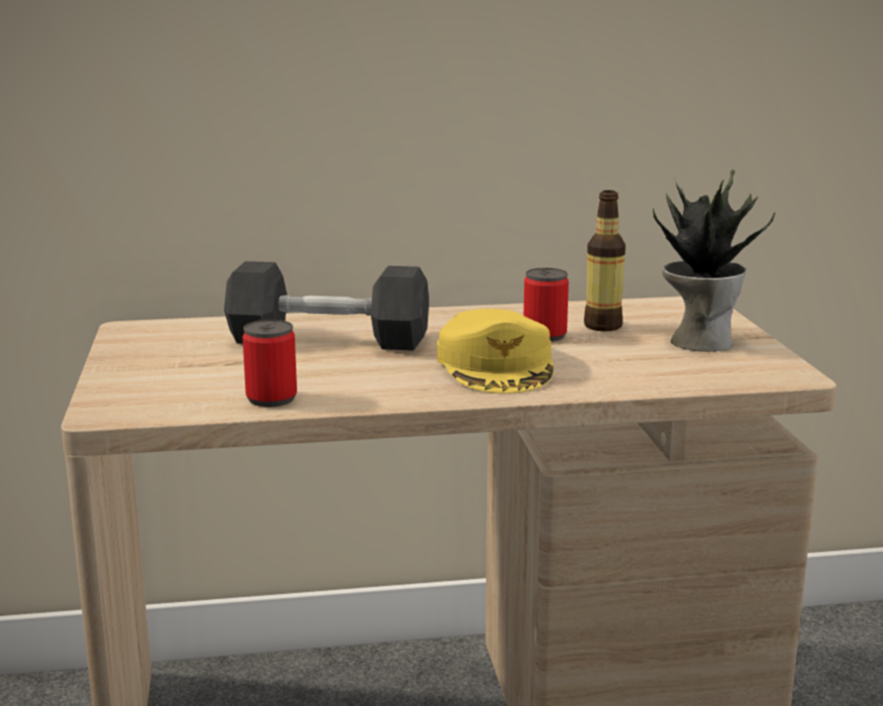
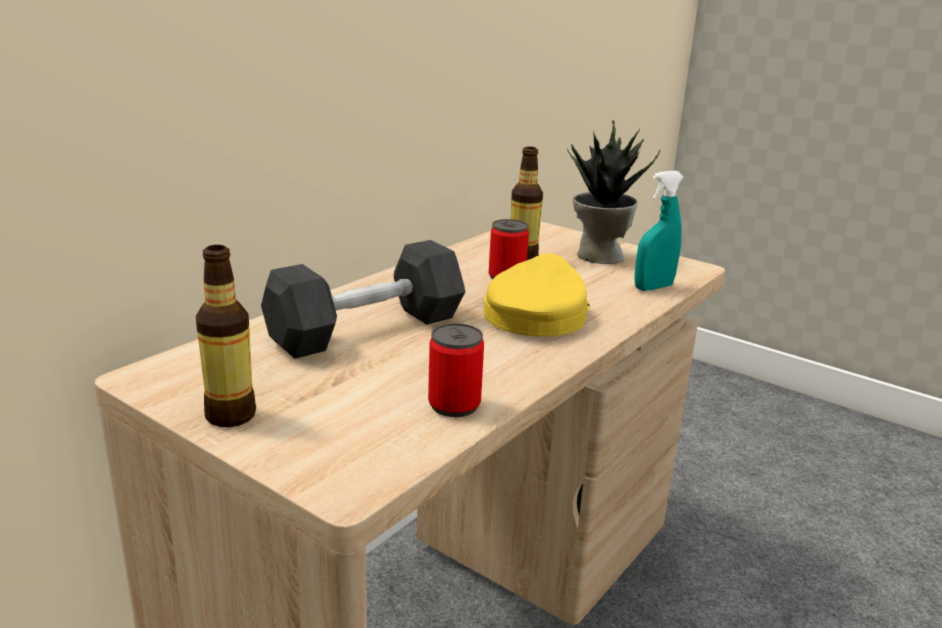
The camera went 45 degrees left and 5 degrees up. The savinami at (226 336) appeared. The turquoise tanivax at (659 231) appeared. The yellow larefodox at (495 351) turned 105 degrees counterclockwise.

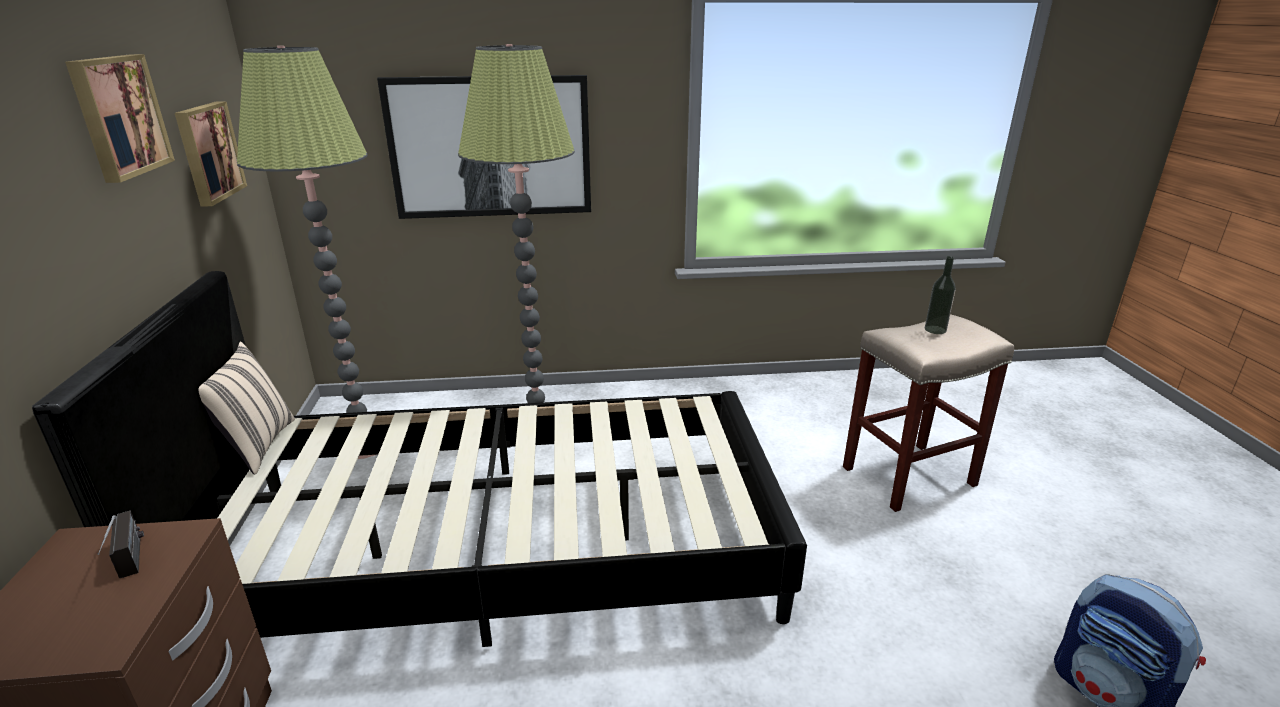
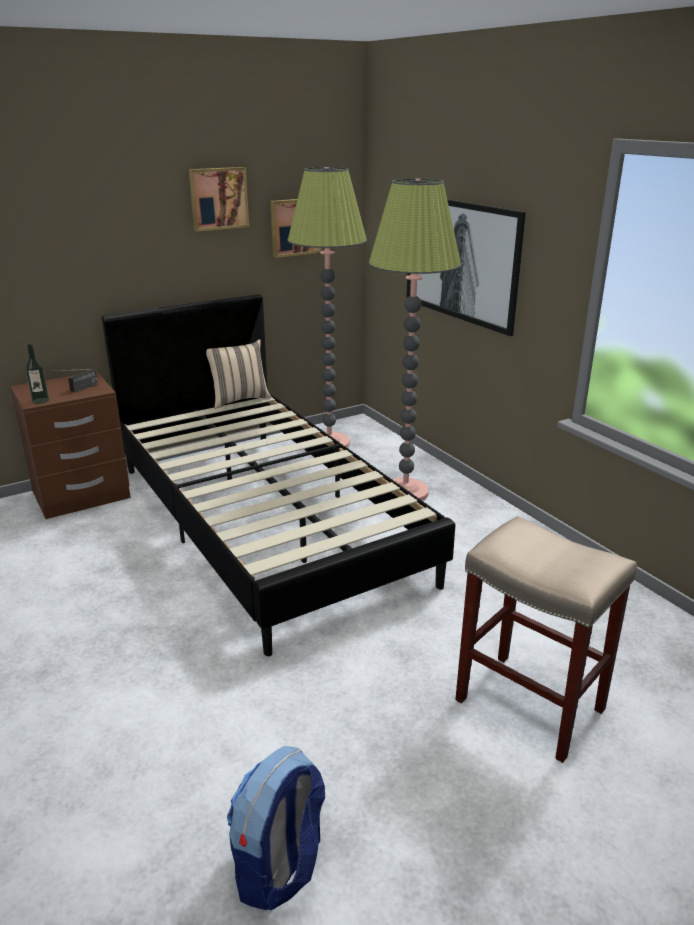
The camera went 65 degrees right and 0 degrees up. The savinami moved from (940 295) to (37 374).

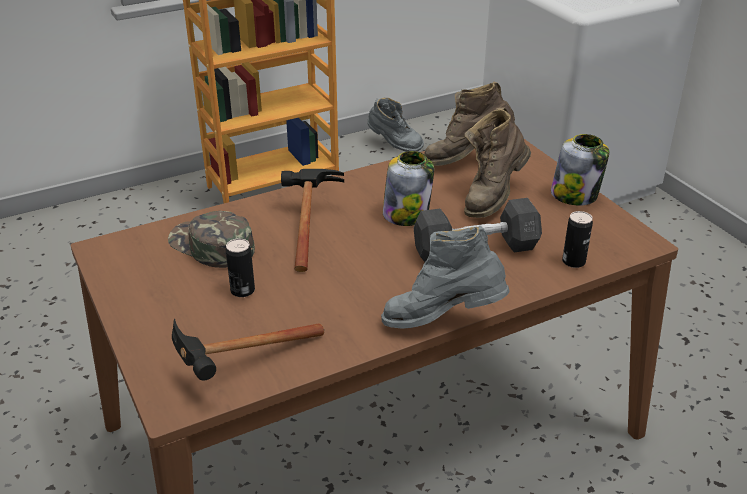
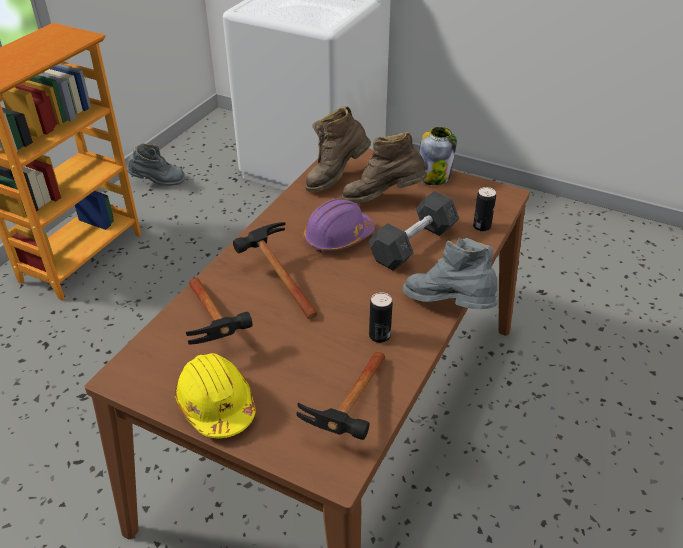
The camera went 35 degrees left and 5 degrees up. The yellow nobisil at (214 395) appeared. The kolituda moved from (240 267) to (381 317). The green larefodox at (211 239) was replaced by the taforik at (219 311). The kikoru at (408 188) was replaced by the purple nobisil at (339 225). The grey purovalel at (445 277) turned 75 degrees clockwise. The brown purovalel at (497 162) turned 90 degrees clockwise.

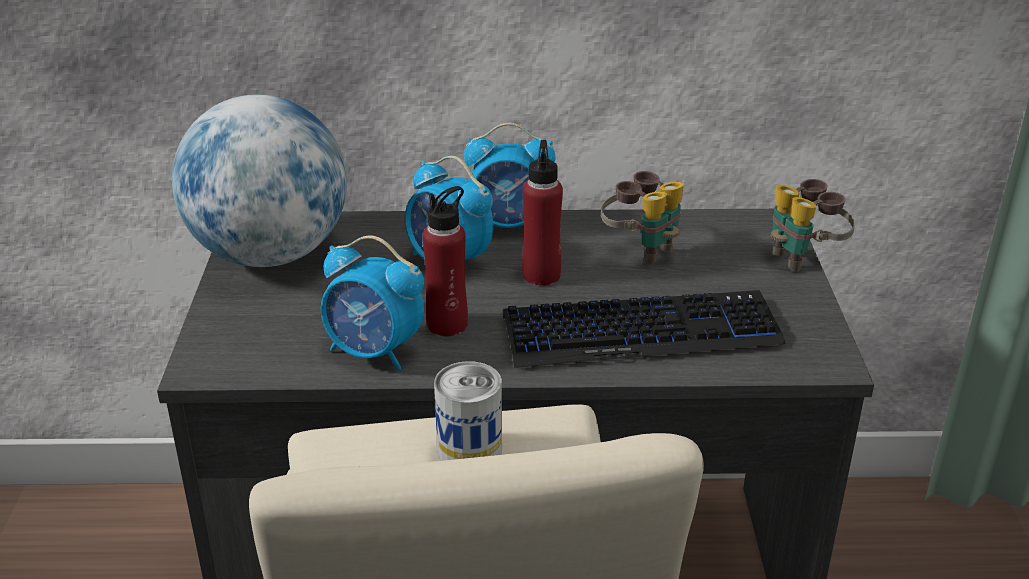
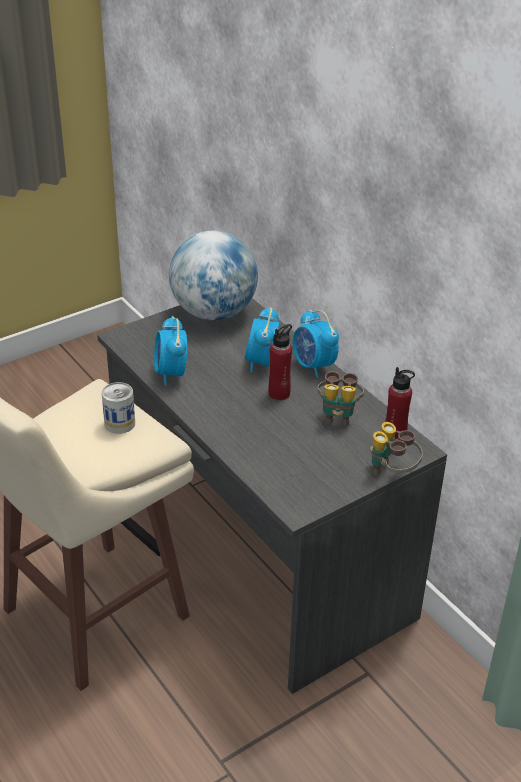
The camera went 55 degrees right and 5 degrees up. The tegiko at (644 329) disappeared. The red savinami moved from (445 261) to (400 403).

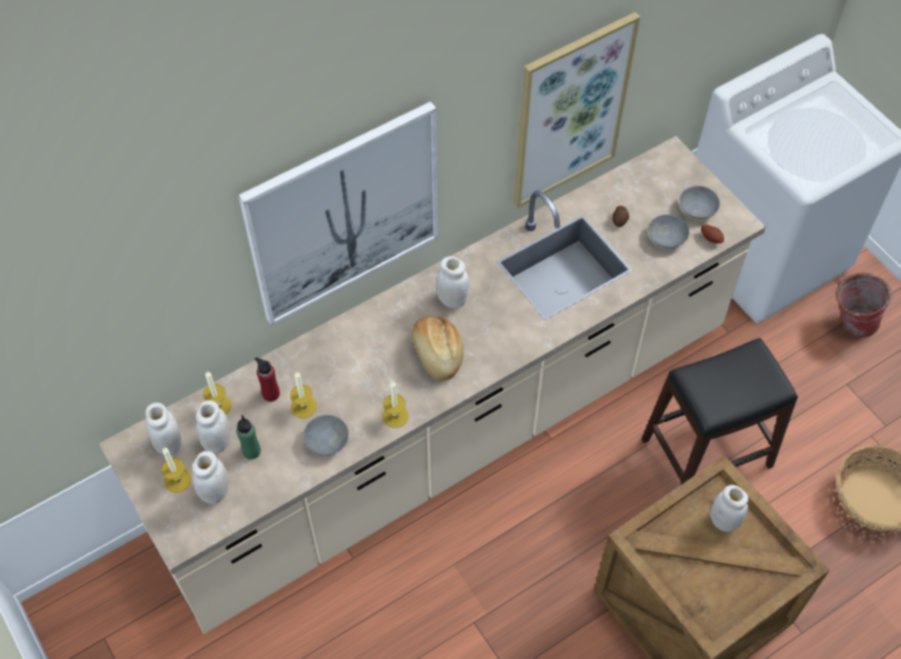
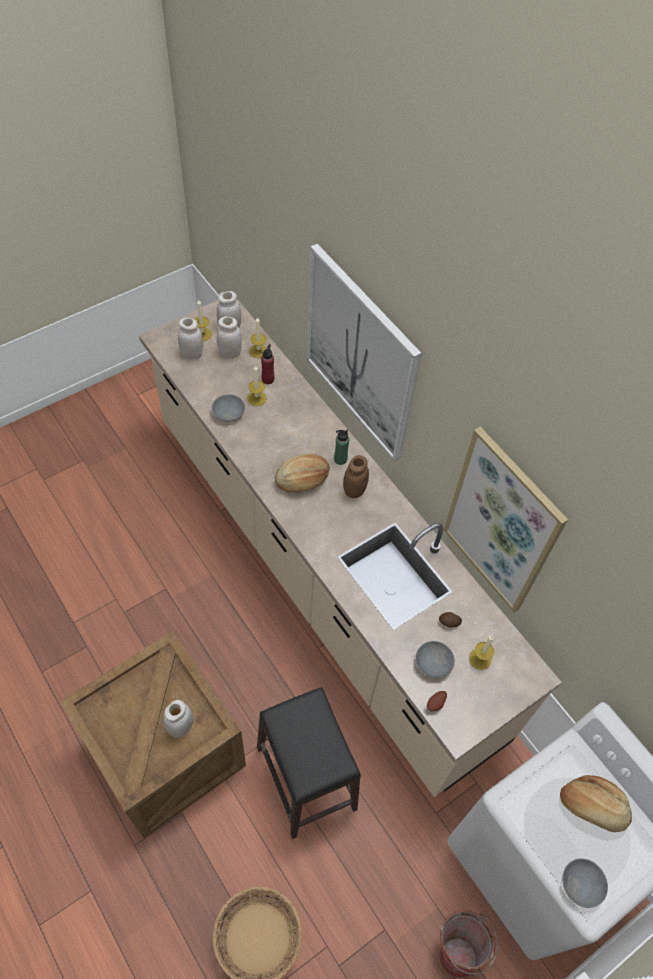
The camera went 85 degrees right and 0 degrees up. The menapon at (596 803) appeared. The green savinami moved from (248 437) to (341 447). The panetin moved from (395 404) to (481 652). The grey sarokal moved from (699 202) to (585 883). The white kikoru at (452 282) became the brown kikoru at (356 476).

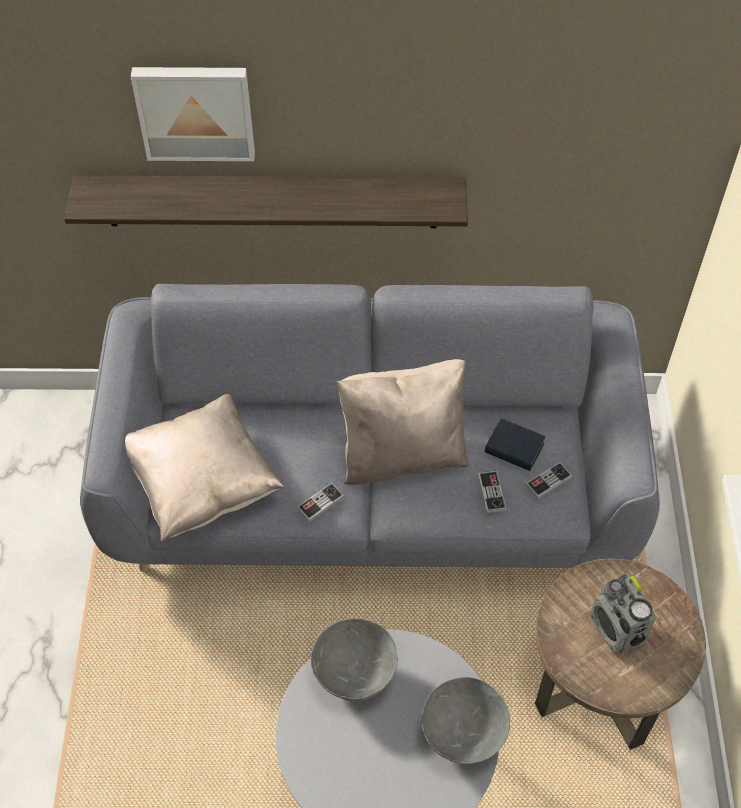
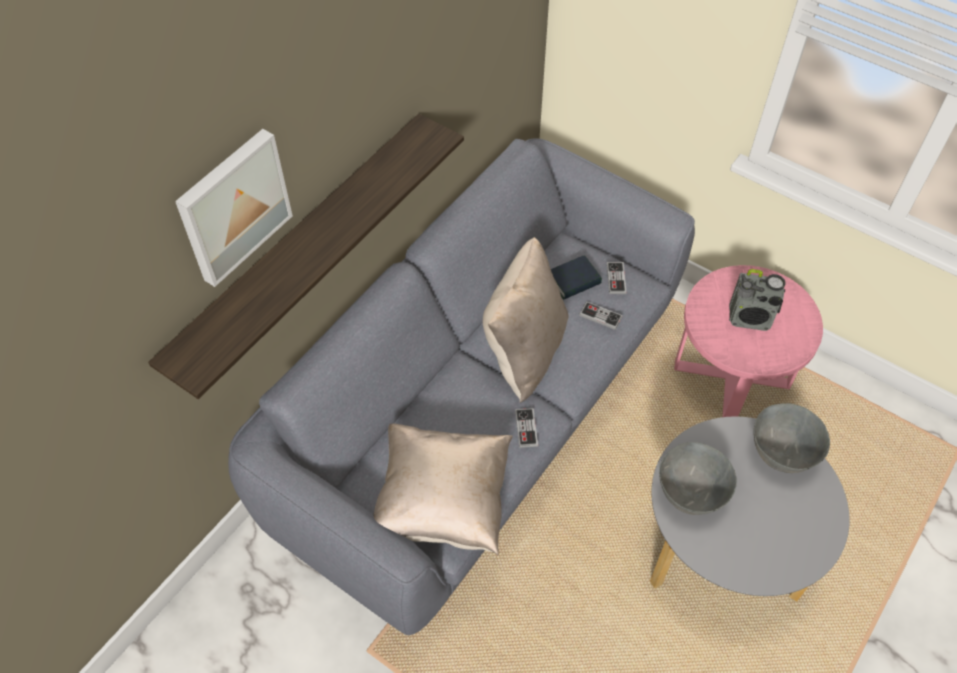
The camera went 55 degrees left and 0 degrees up. The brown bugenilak at (620 654) became the pink bugenilak at (748 341).

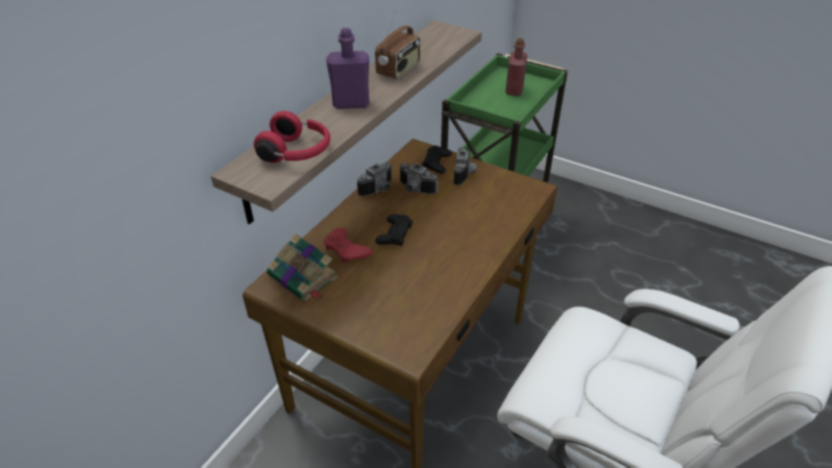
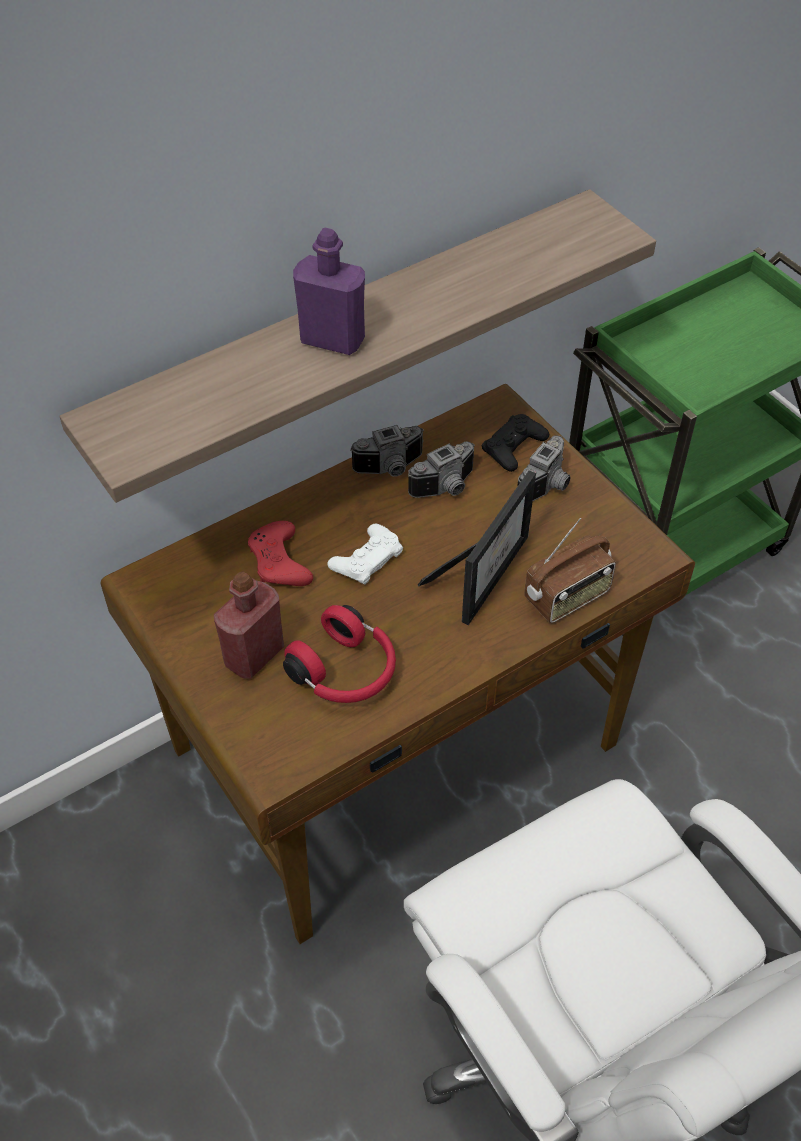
The camera went 25 degrees right and 10 degrees up. The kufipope at (302 267) disappeared. The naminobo at (477 548) appeared. The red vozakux moved from (292 137) to (339 654). The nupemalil moved from (397 44) to (570 570). The red savinami moved from (516 67) to (249 625). The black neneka at (394 230) became the white neneka at (365 554). The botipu at (418 178) turned 90 degrees counterclockwise.

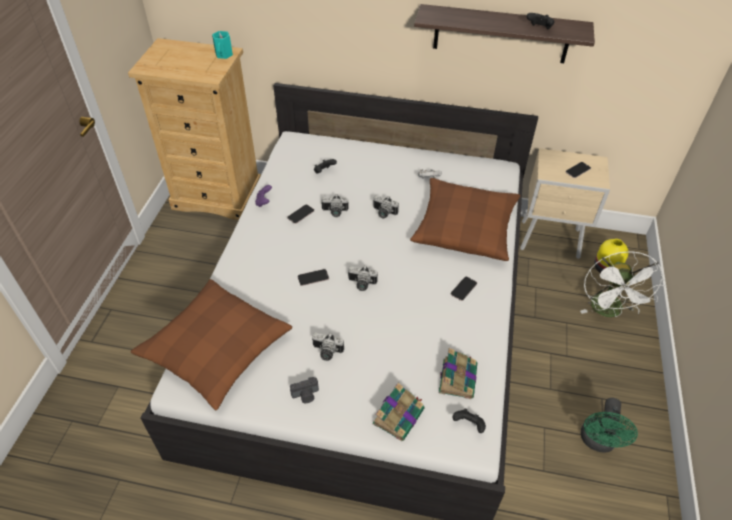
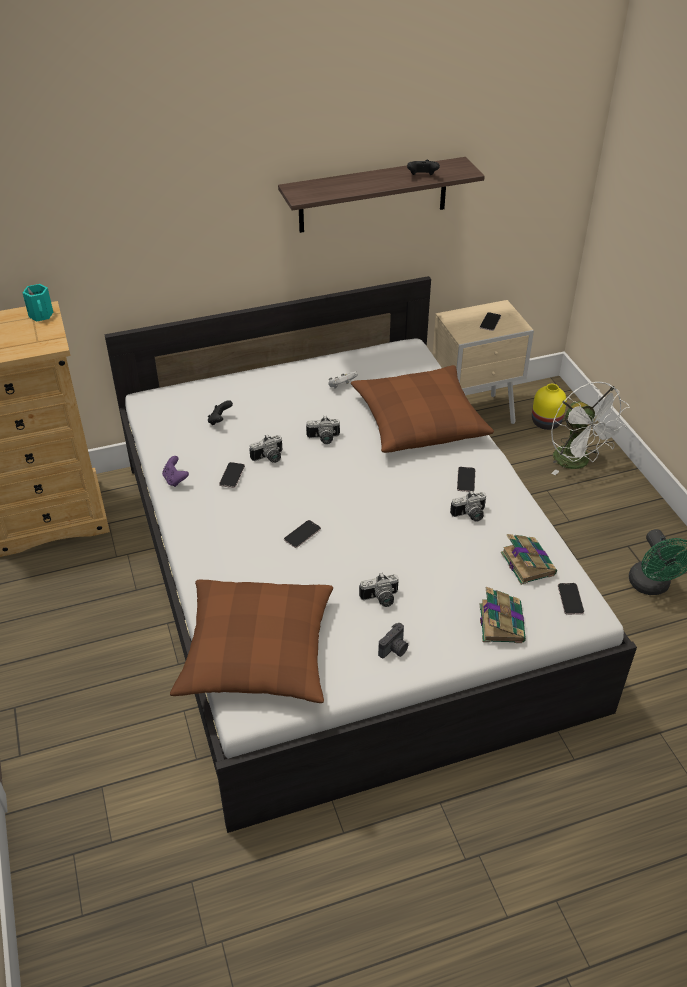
The camera went 30 degrees left and 5 degrees down. The botipu moved from (363 278) to (468 506). The black neneka at (469 420) was replaced by the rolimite at (571 599).

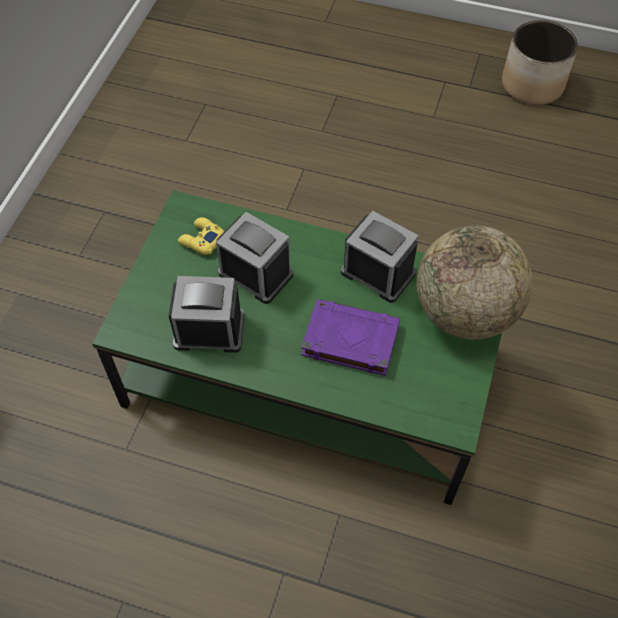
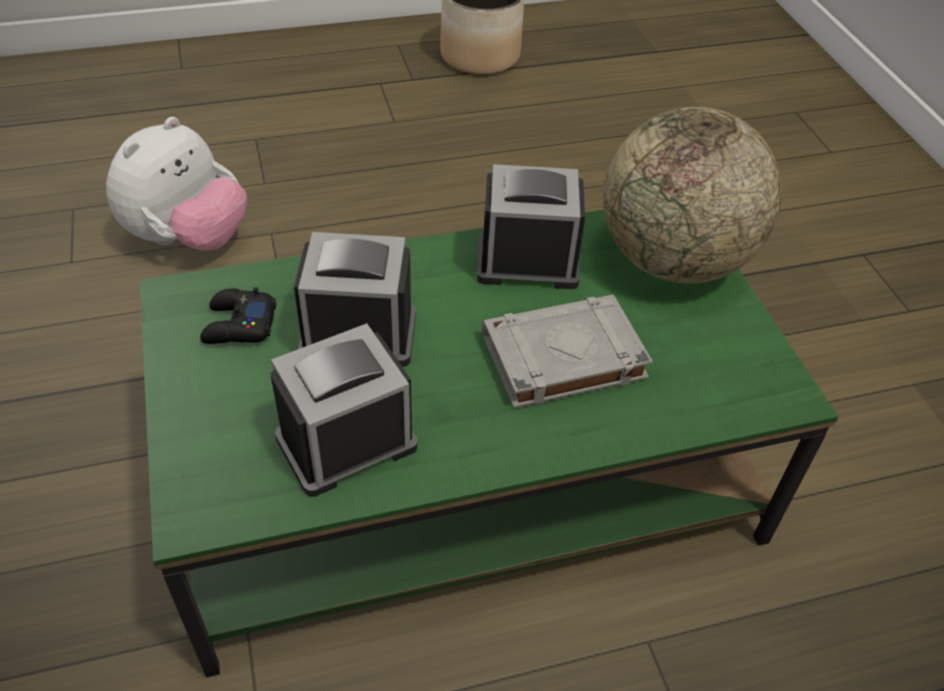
The camera went 35 degrees left and 10 degrees down. The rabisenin at (176 184) appeared. The yellow neneka at (201 236) became the black neneka at (238 315). The purple kufipope at (350 337) became the grey kufipope at (567 351).

